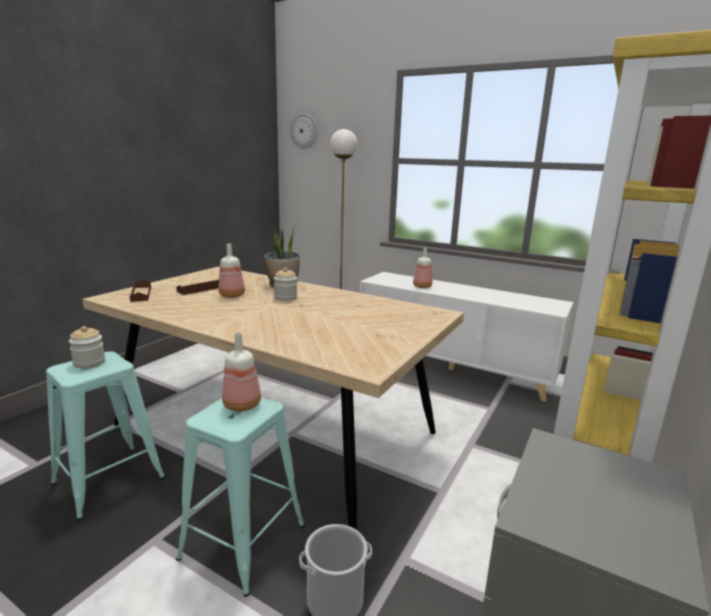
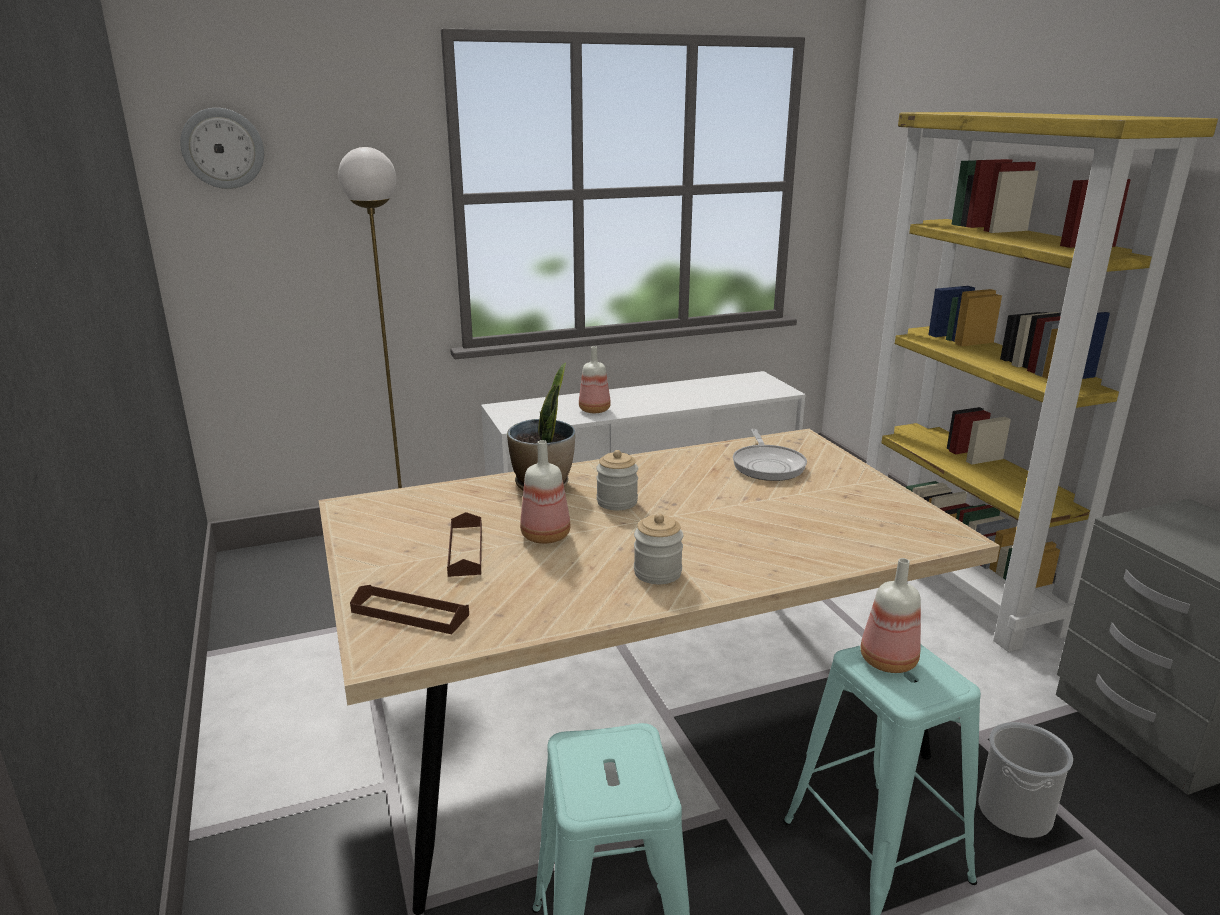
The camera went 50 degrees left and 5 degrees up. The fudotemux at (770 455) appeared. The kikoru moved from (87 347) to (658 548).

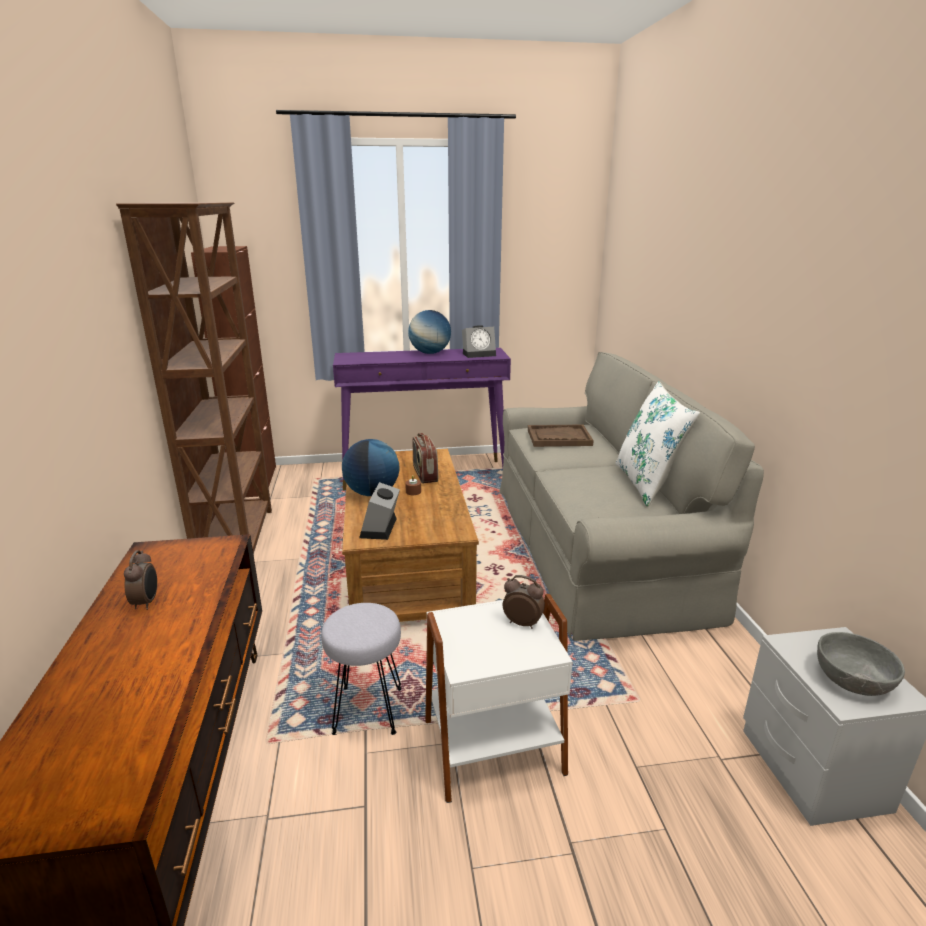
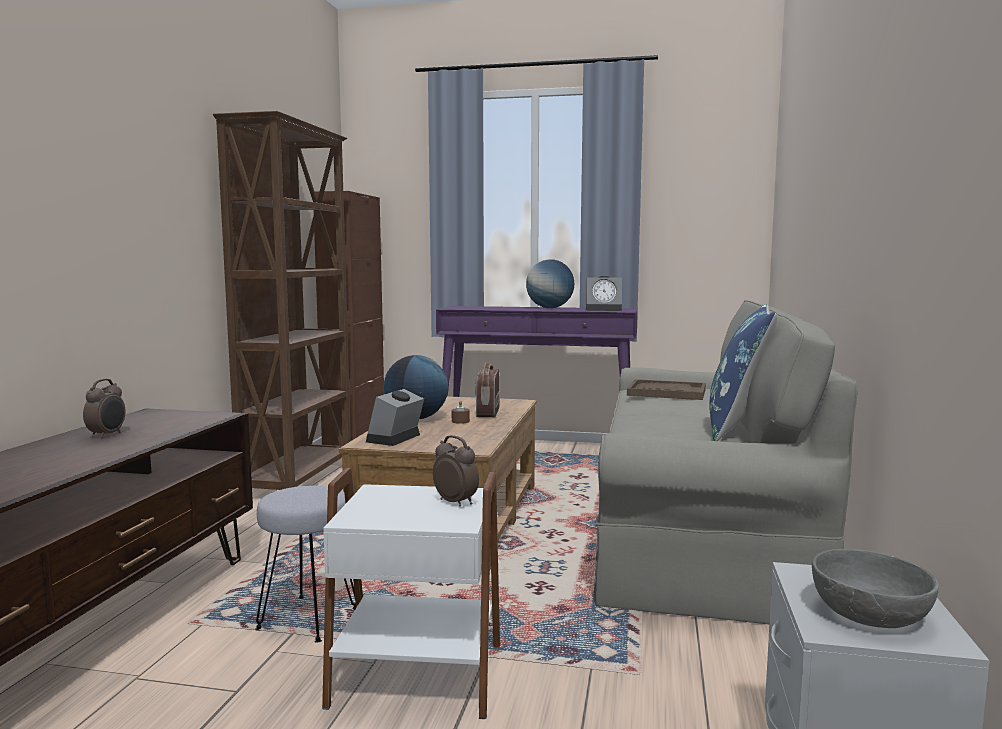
The camera went 20 degrees right and 15 degrees down. The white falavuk at (658 444) became the blue falavuk at (743 372).

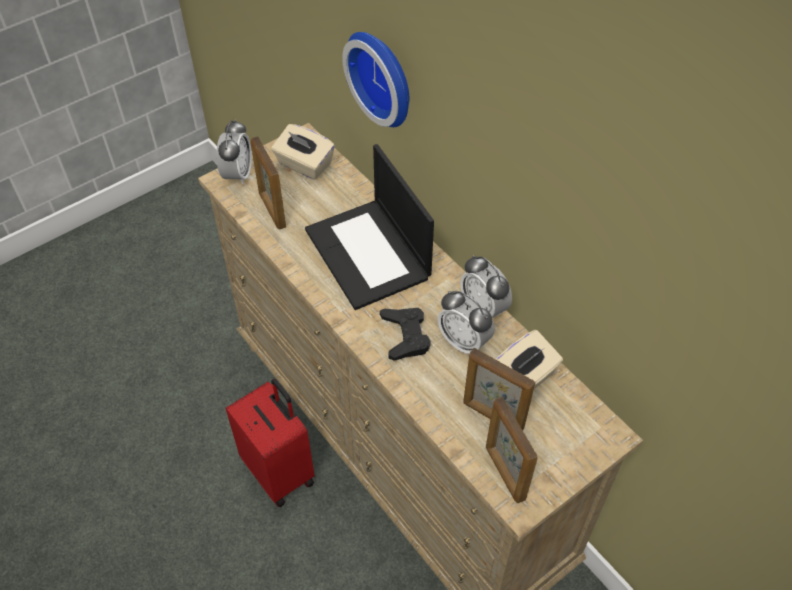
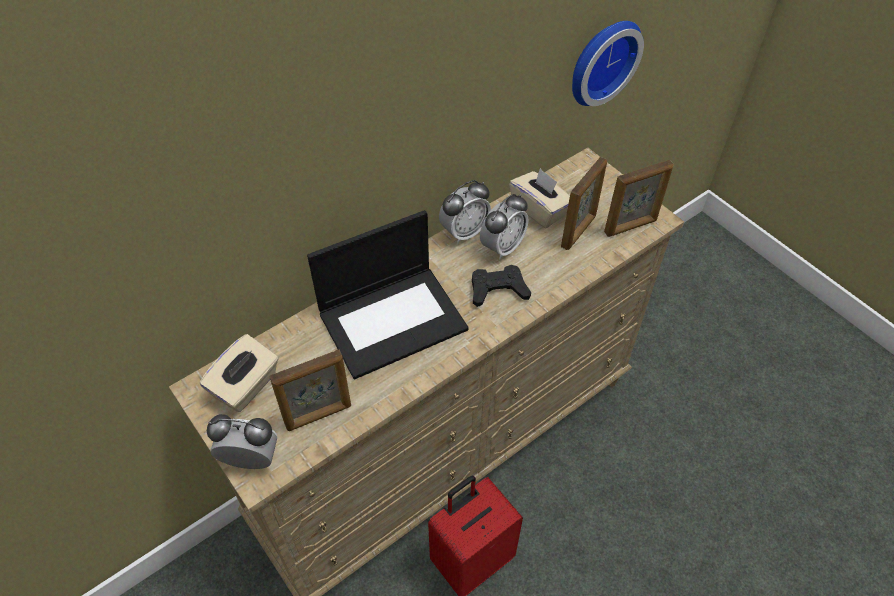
The camera went 90 degrees left and 0 degrees up. The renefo moved from (375 79) to (608 63).

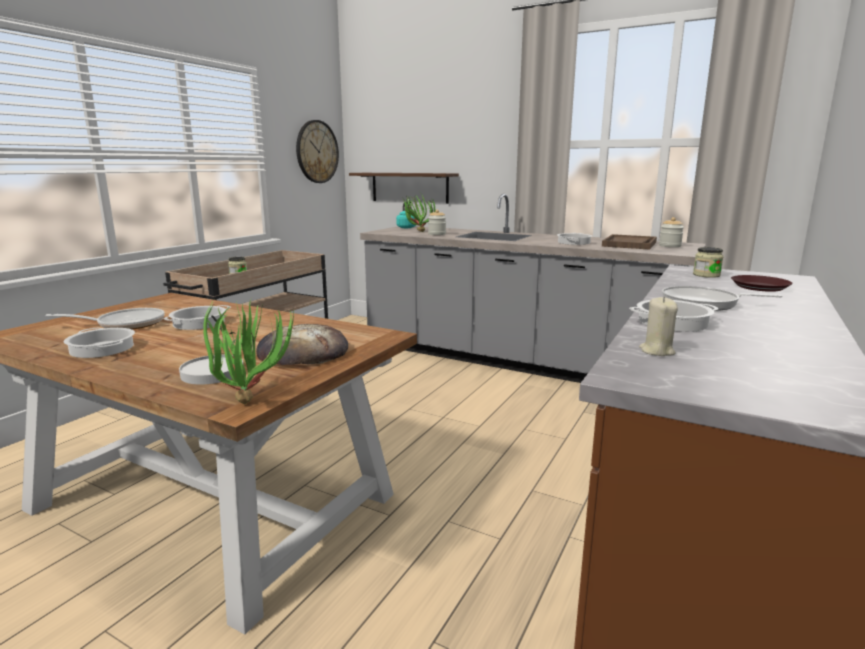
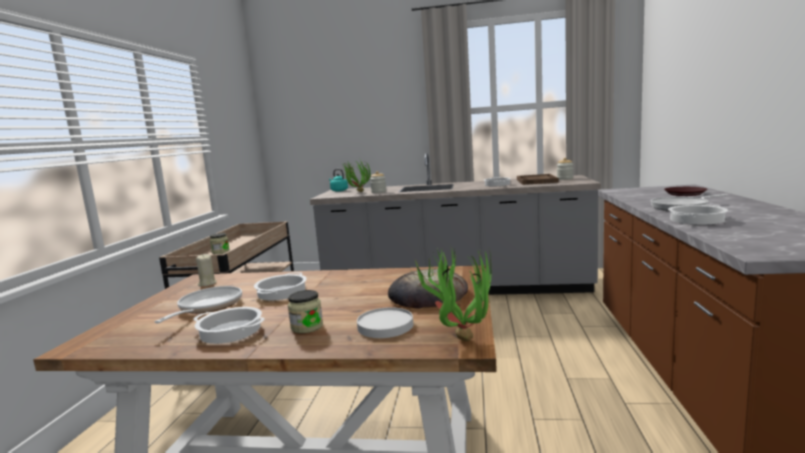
The camera went 20 degrees left and 5 degrees down. The renefo at (317 151) disappeared. The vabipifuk at (404 188) disappeared. The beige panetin moved from (658 326) to (206 270). The kikoru moved from (708 262) to (305 311). The fudotemux at (105 319) turned 45 degrees counterclockwise.

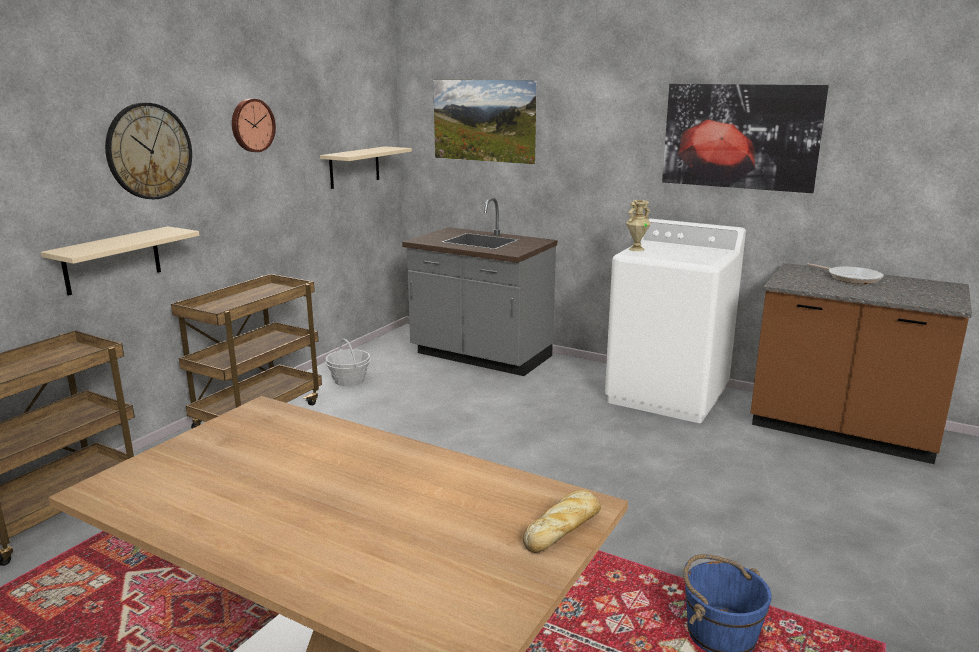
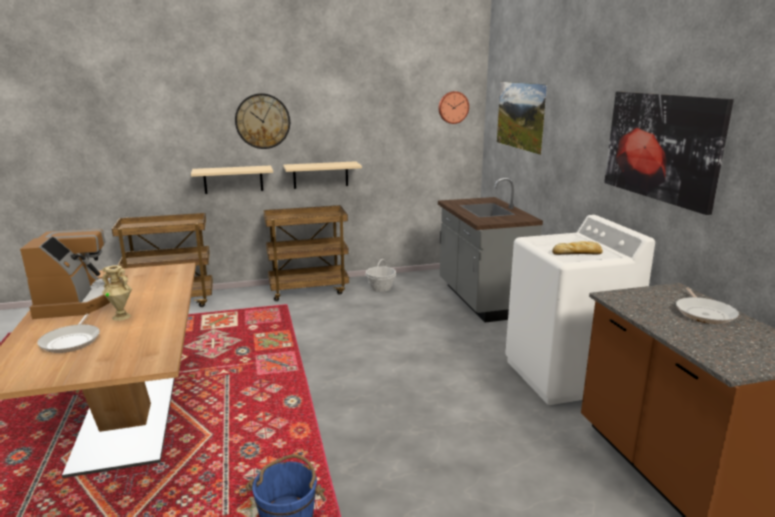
The camera went 45 degrees right and 0 degrees up. The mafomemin at (74 274) appeared. The fudotemux at (68 333) appeared. The renefo moved from (254 125) to (454 107). The beige vabipifuk moved from (366 167) to (322 175). The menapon moved from (562 521) to (577 248). The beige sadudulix moved from (638 225) to (117 293).

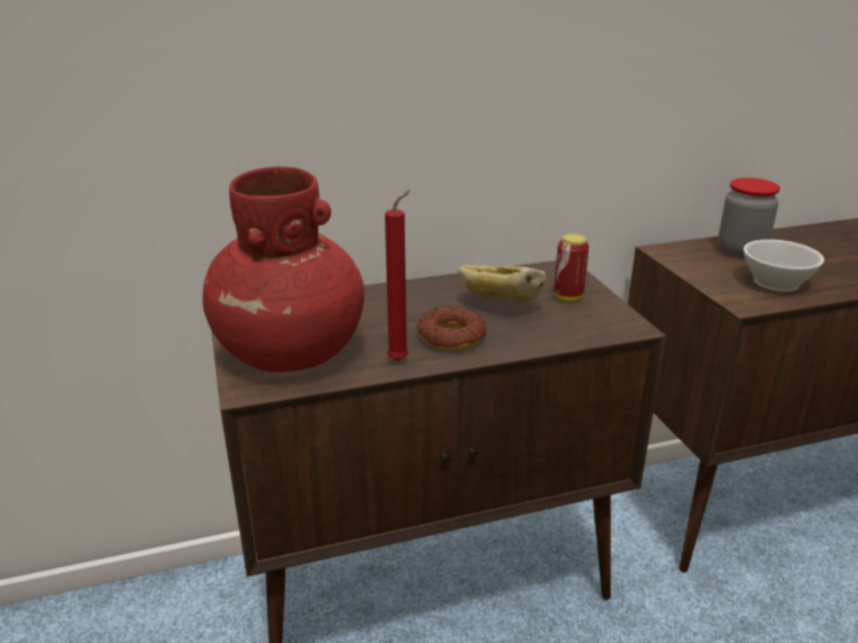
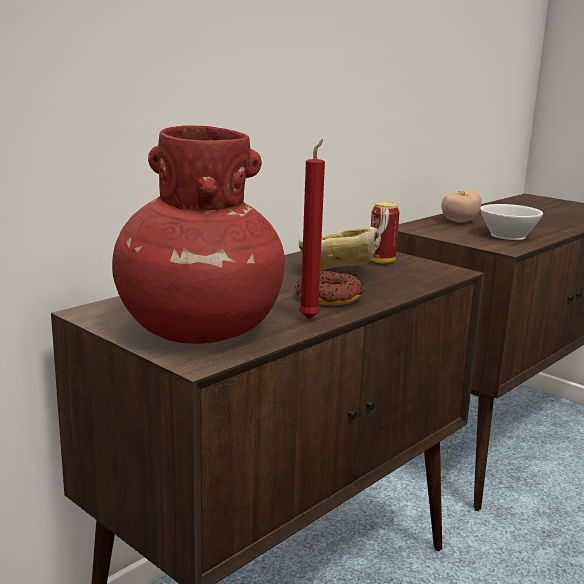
The camera went 30 degrees left and 10 degrees down. The kikoru at (749 218) was replaced by the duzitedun at (461 206).

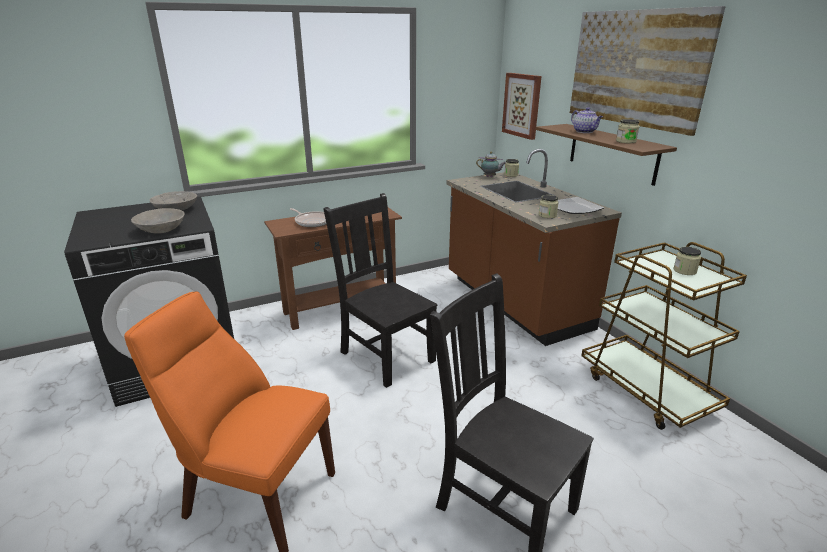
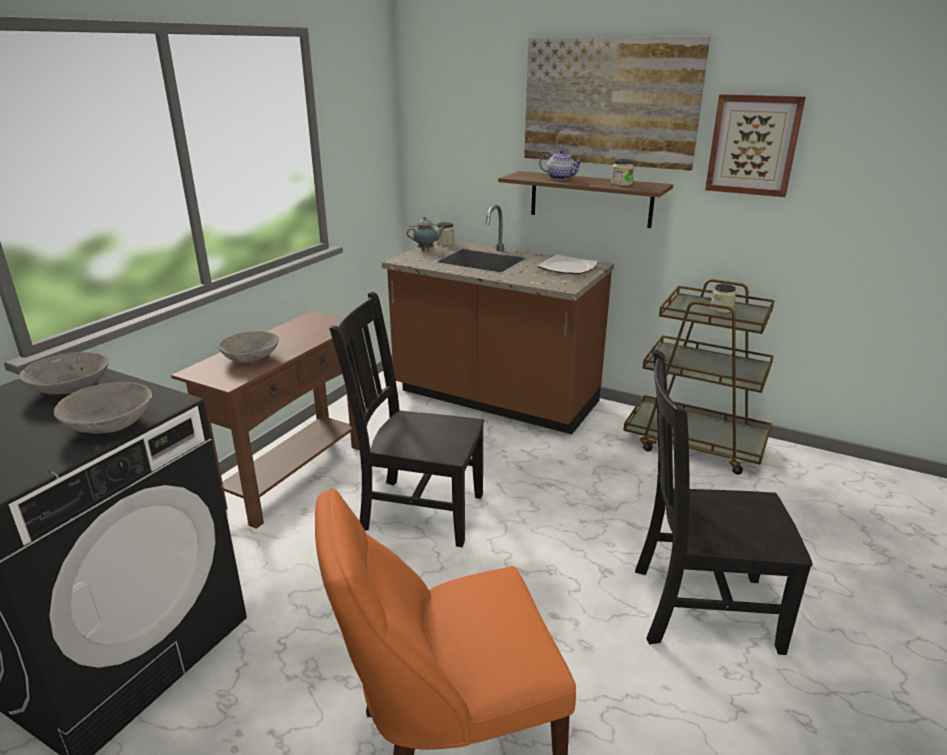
The camera went 35 degrees left and 0 degrees up. The kikoru at (549 206) disappeared. The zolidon moved from (522 106) to (755 145). The fudotemux at (308 217) was replaced by the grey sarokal at (248 347).

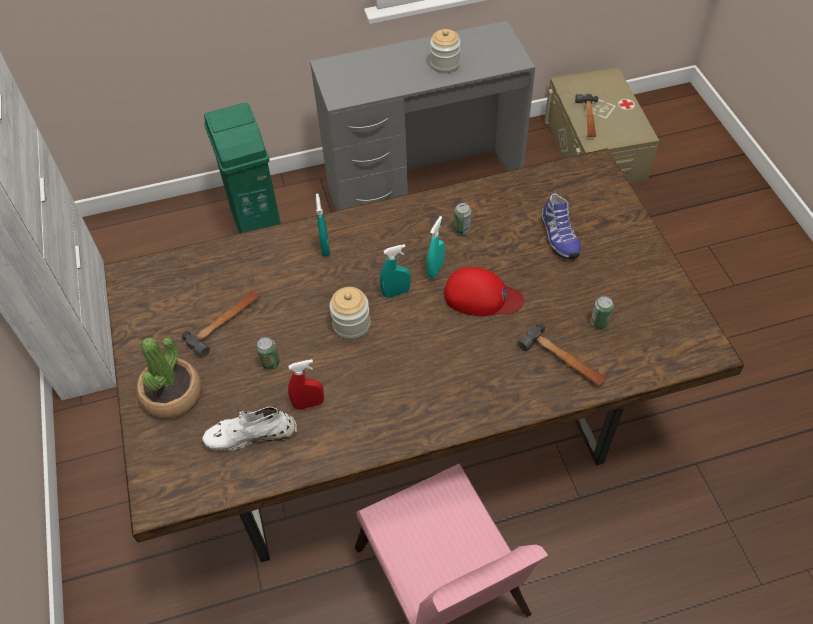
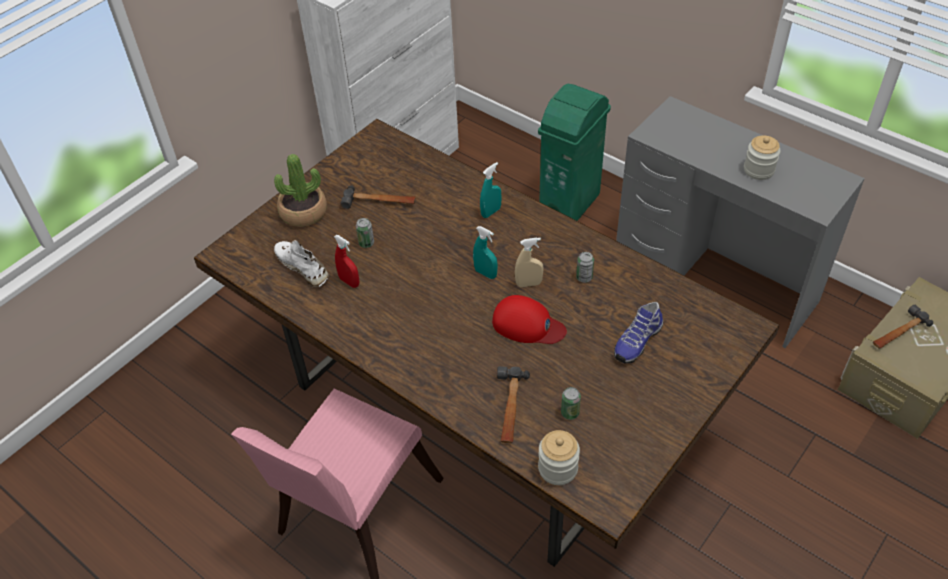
The camera went 55 degrees right and 5 degrees down. The kikoru moved from (349 313) to (559 457). The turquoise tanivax at (436 247) became the beige tanivax at (529 262). The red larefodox at (484 291) turned 45 degrees counterclockwise.

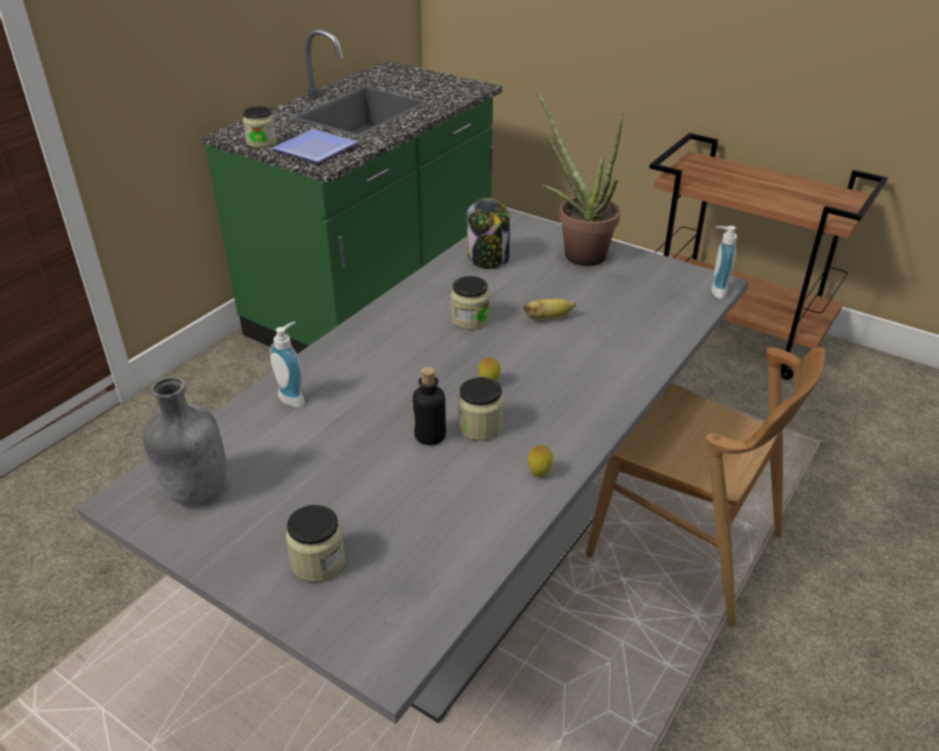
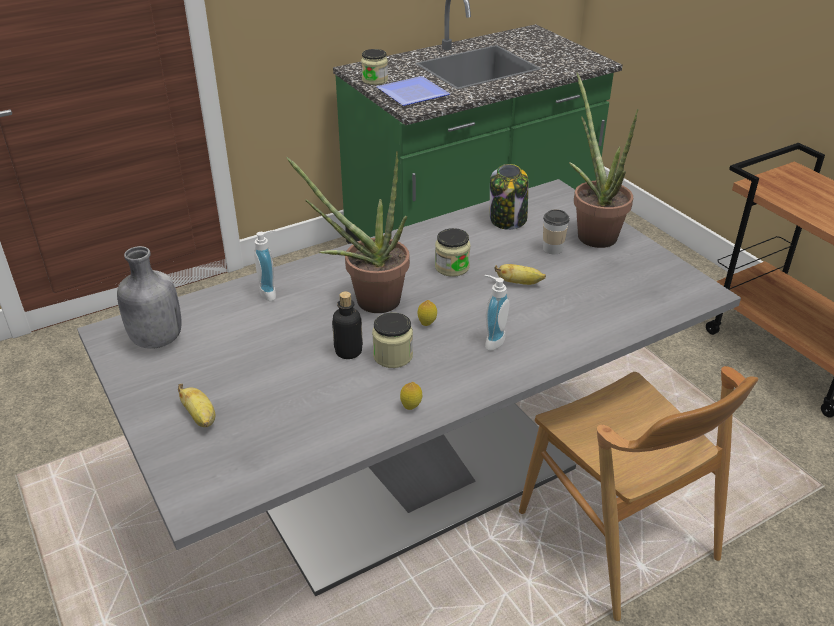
The camera went 25 degrees right and 0 degrees up. The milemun at (348 232) appeared. The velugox at (556 231) appeared. The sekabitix moved from (724 262) to (497 313). The kikoru at (315 543) was replaced by the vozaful at (196 405).

